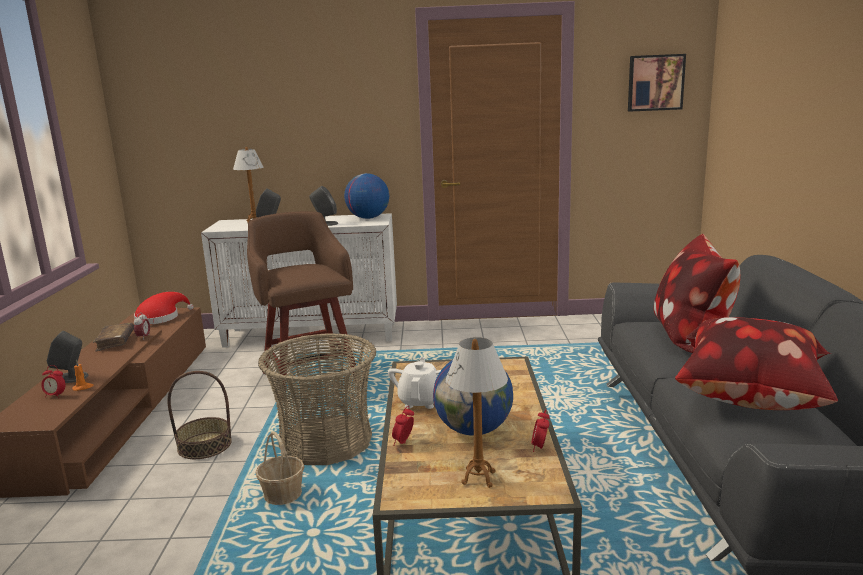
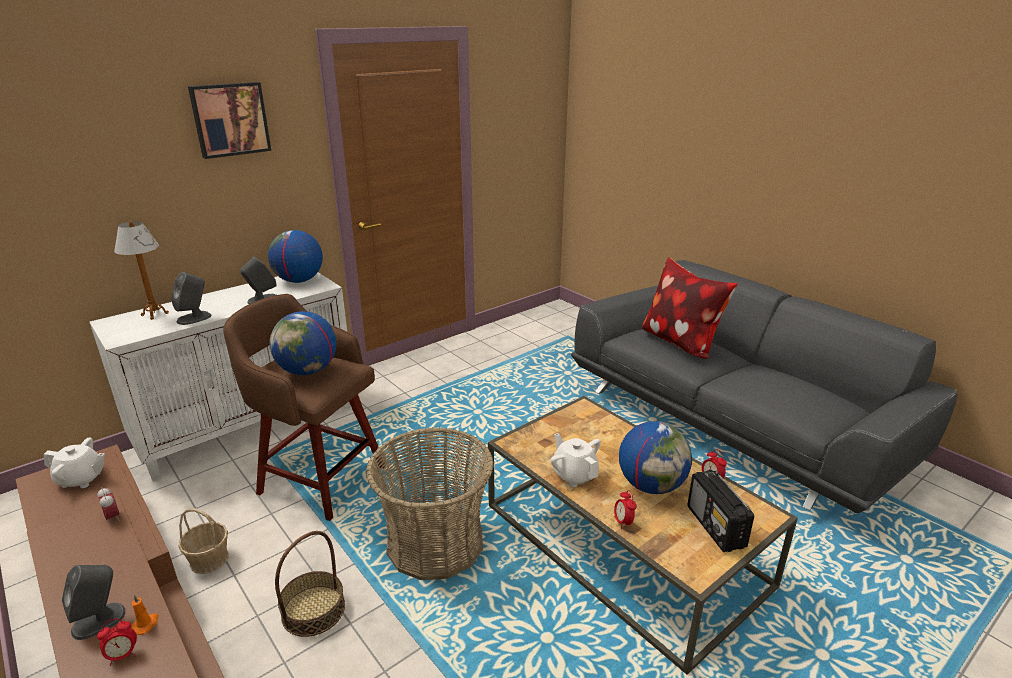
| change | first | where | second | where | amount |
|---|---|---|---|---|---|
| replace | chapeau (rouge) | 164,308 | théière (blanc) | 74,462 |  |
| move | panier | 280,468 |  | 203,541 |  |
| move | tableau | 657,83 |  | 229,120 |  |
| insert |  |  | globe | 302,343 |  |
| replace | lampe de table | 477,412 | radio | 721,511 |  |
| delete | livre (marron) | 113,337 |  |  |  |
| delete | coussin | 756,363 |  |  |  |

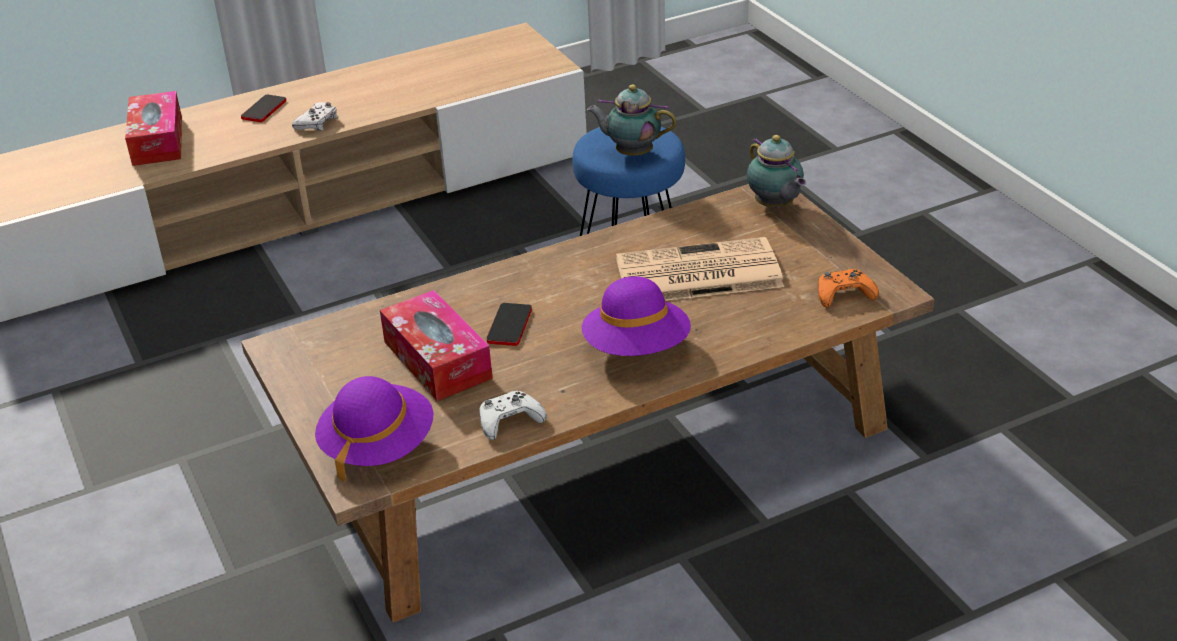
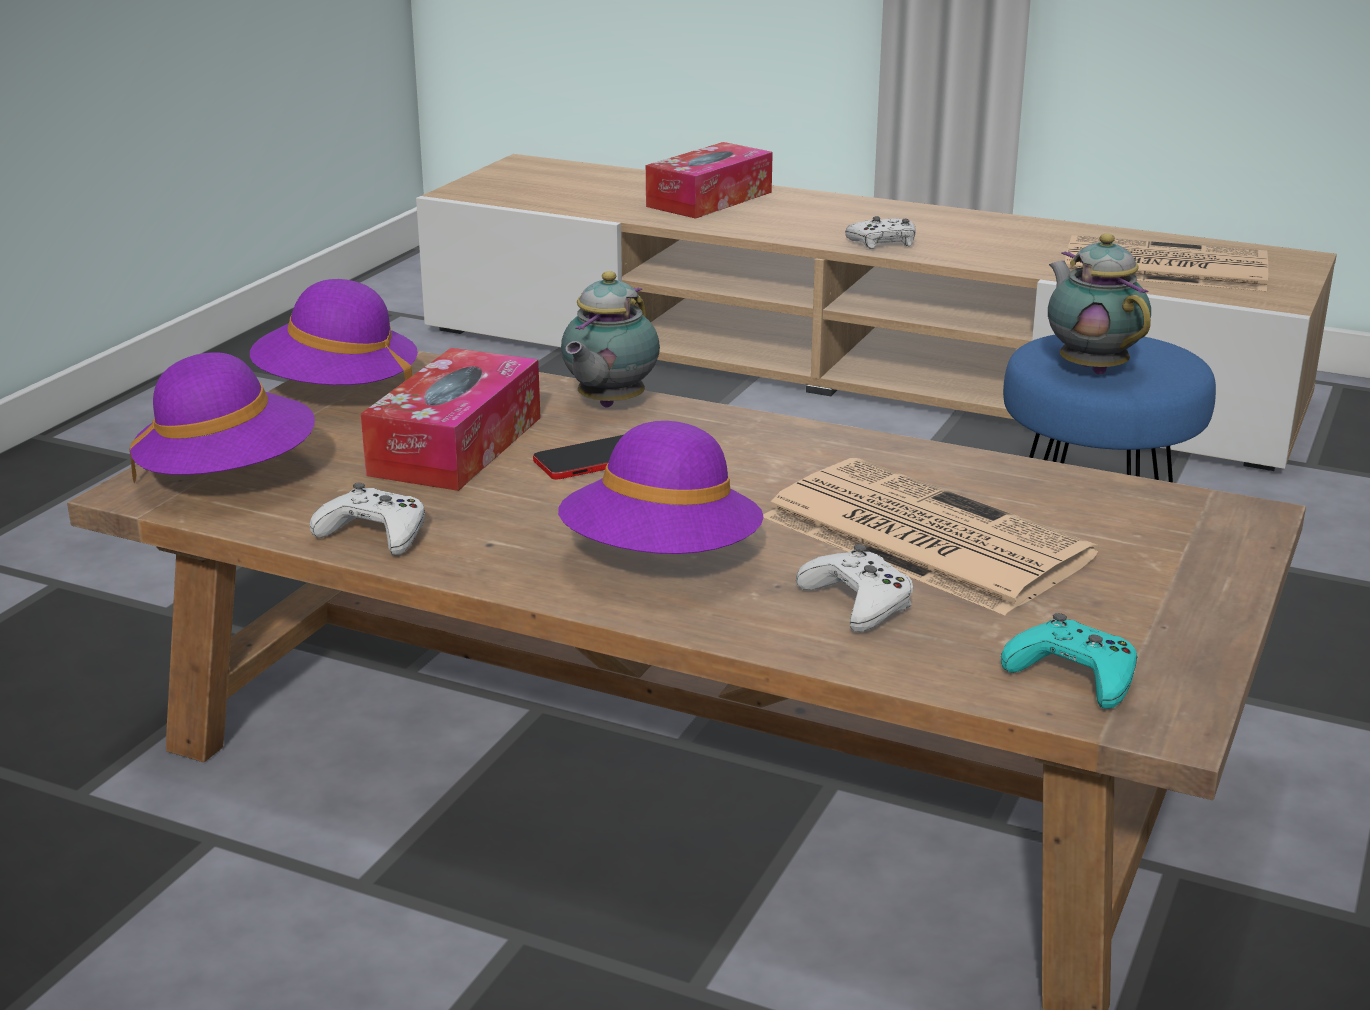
| change | first | where | second | where | amount |
|---|---|---|---|---|---|
| insert |  |  | chapeau (violet) | 334,332 |  |
| move | théière | 776,171 |  | 610,339 |  |
| insert |  |  | manette (blanc) | 854,588 |  |
| recolor | manette (orange) | 848,288 | manette (turquoise) | 1069,661 |  |
| insert |  |  | journal | 1166,263 |  |
| delete | téléphone | 263,108 |  |  |  |

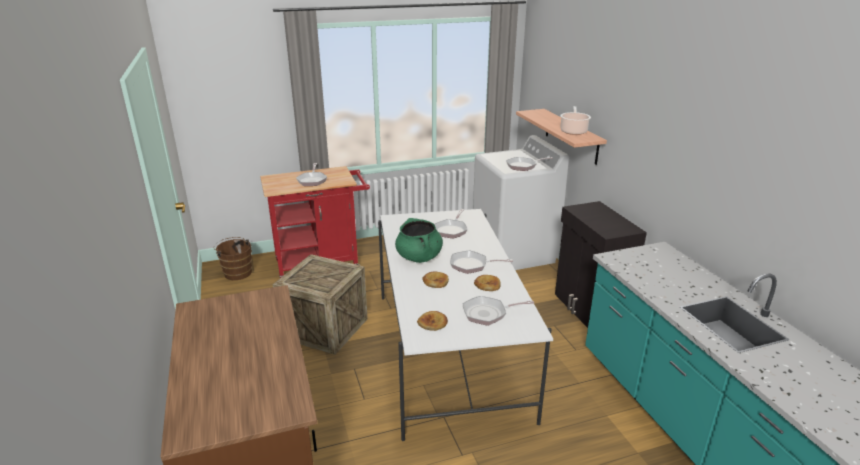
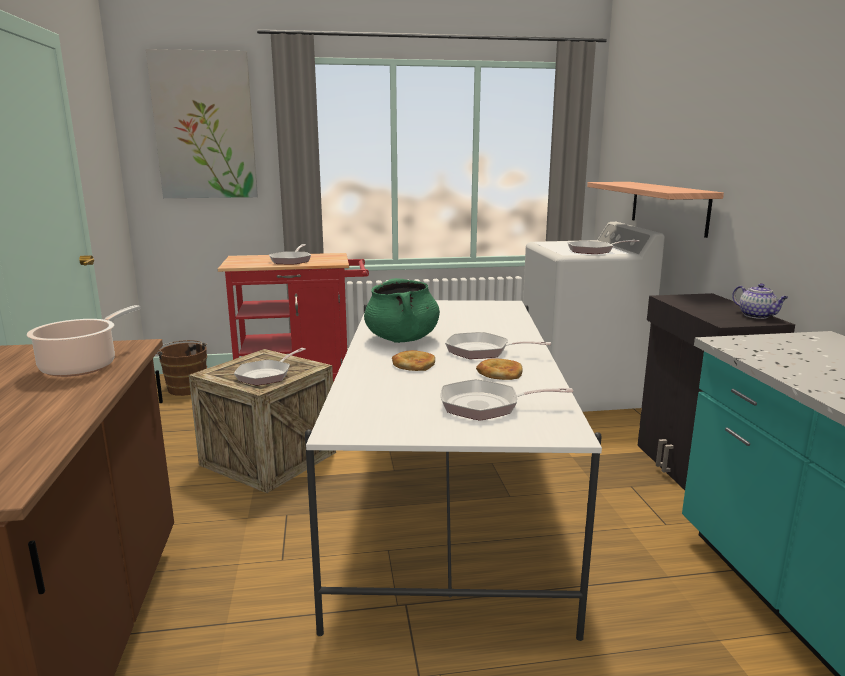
| change | first | where | second | where | amount |
|---|---|---|---|---|---|
| move | marmite | 575,120 |  | 83,341 |  |
| insert |  |  | tableau | 202,123 |  |
| move | poêle | 451,223 |  | 270,366 |  |
| insert |  |  | théière | 760,301 |  |
| delete | pain | 432,321 |  |  |  |

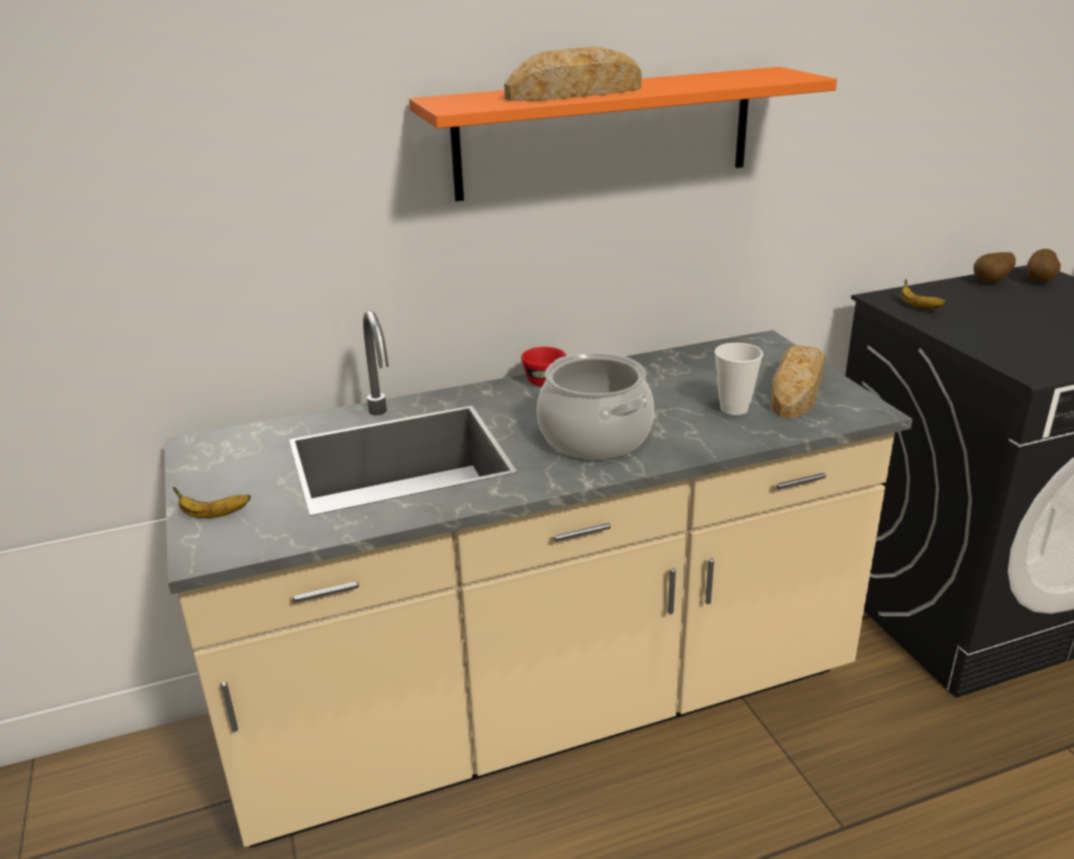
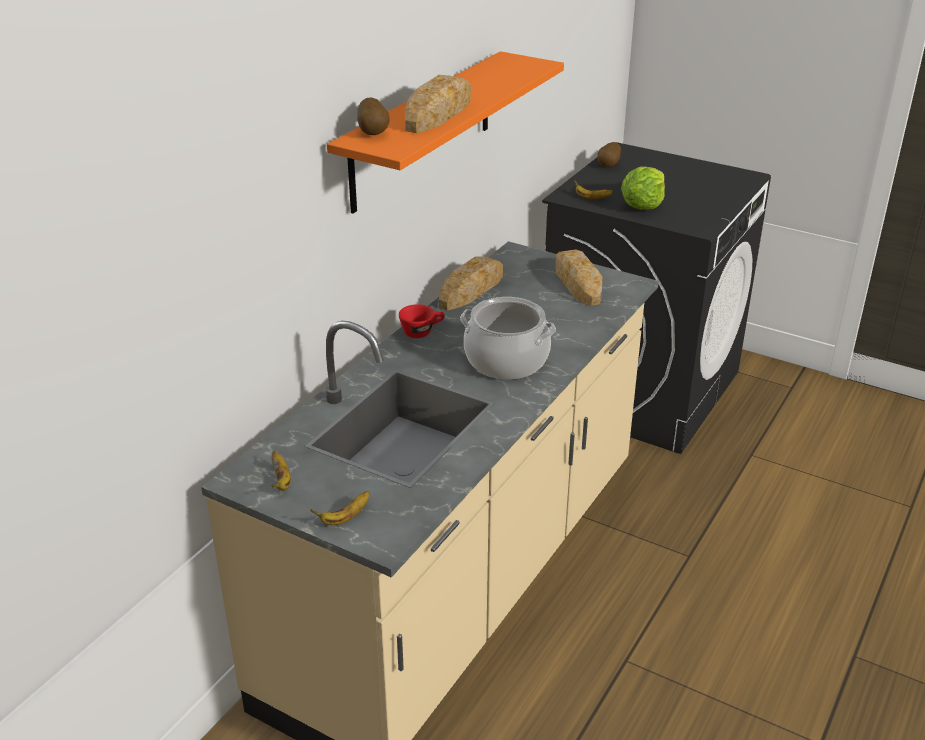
| change | first | where | second | where | amount |
|---|---|---|---|---|---|
| insert |  |  | banane | 281,471 |  |
| move | pomme de terre | 1044,265 |  | 373,116 |  |
| insert |  |  | pain | 471,283 |  |
| insert |  |  | laitue | 643,188 |  |
| delete | tasse | 739,379 |  |  |  |

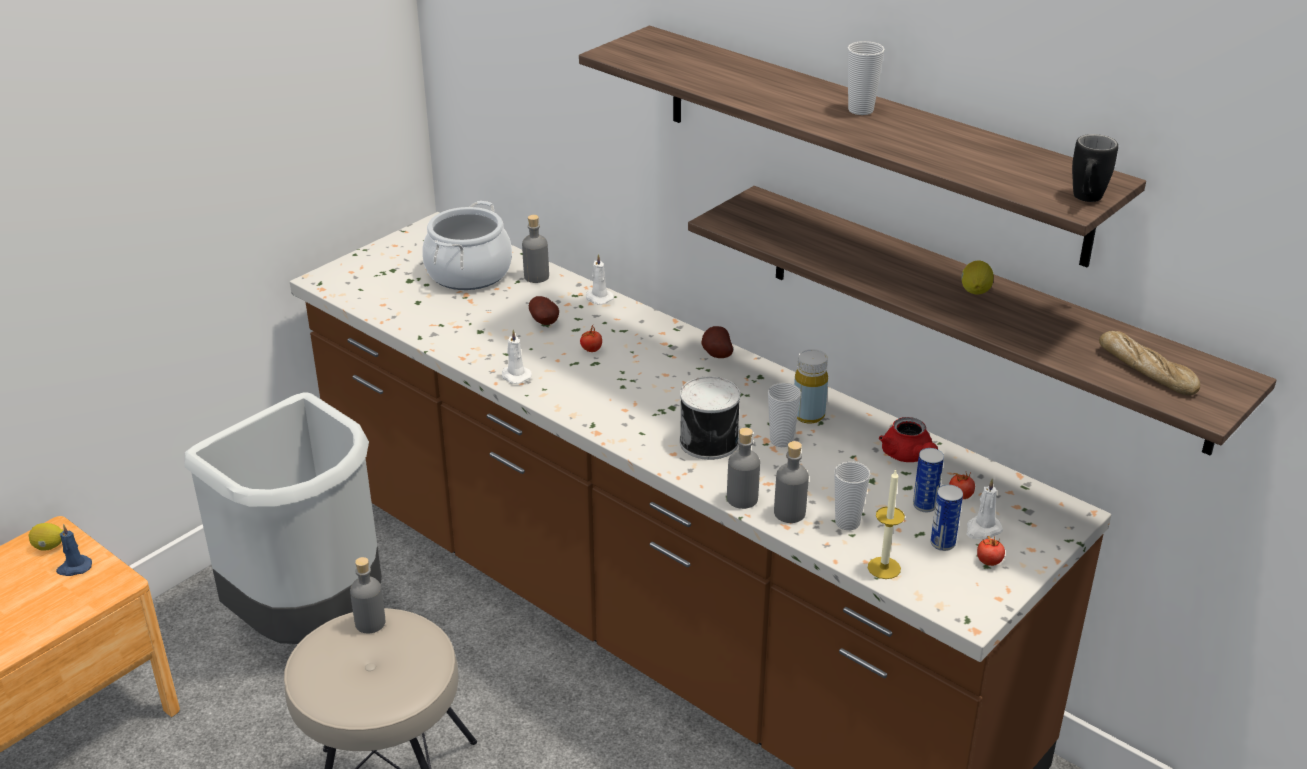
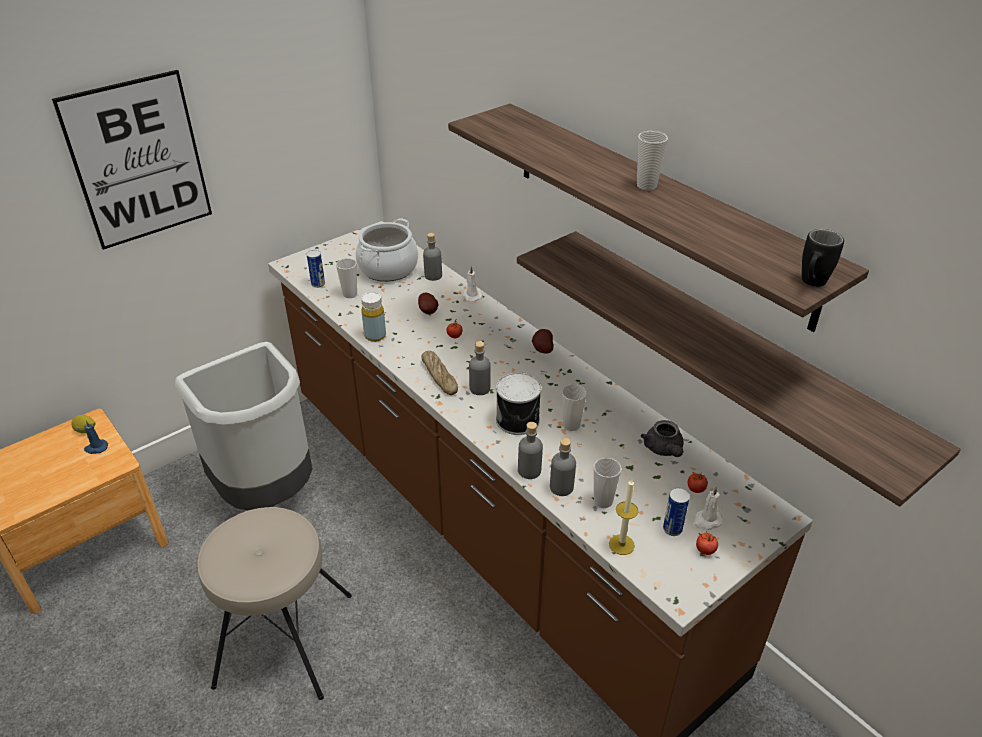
| change | first | where | second | where | amount |
|---|---|---|---|---|---|
| insert |  |  | tableau | 132,160 |  |
| move | boîte métallique | 928,480 |  | 316,269 |  |
| insert |  |  | tasse | 346,278 |  |
| move | bouteille (jaune) | 811,386 |  | 373,317 |  |
| move | pain | 1149,363 |  | 439,373 |  |
| move | bouteille (gris) | 367,595 |  | 480,368 |  |
| recolor | théière (rouge) | 908,439 | théière (gris) | 662,438 |  |
| delete | bougie (blanc) | 516,357 |  |  |  |
| delete | citron | 977,277 |  |  |  |

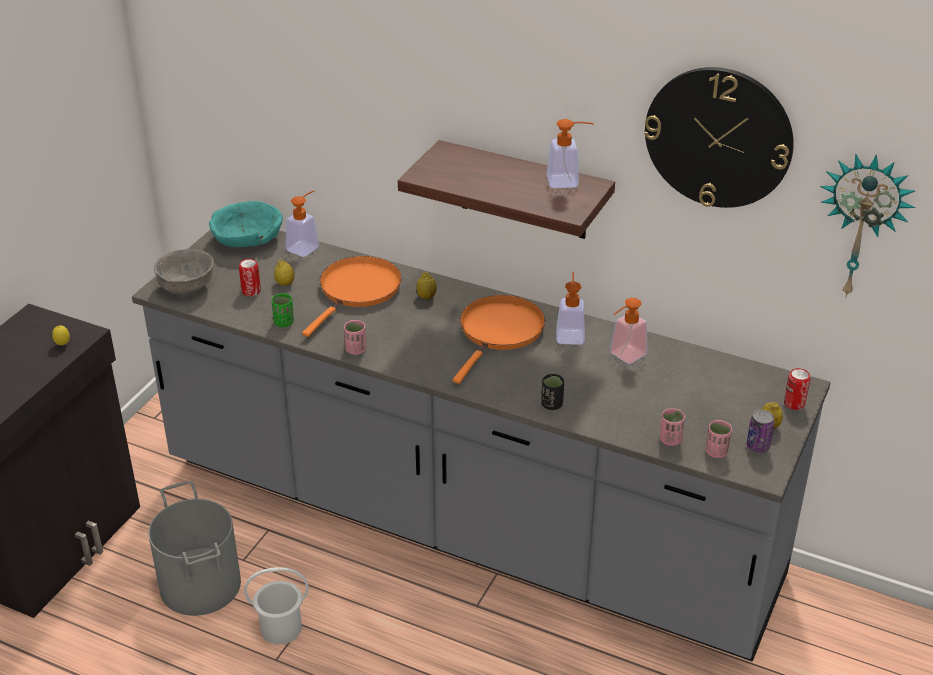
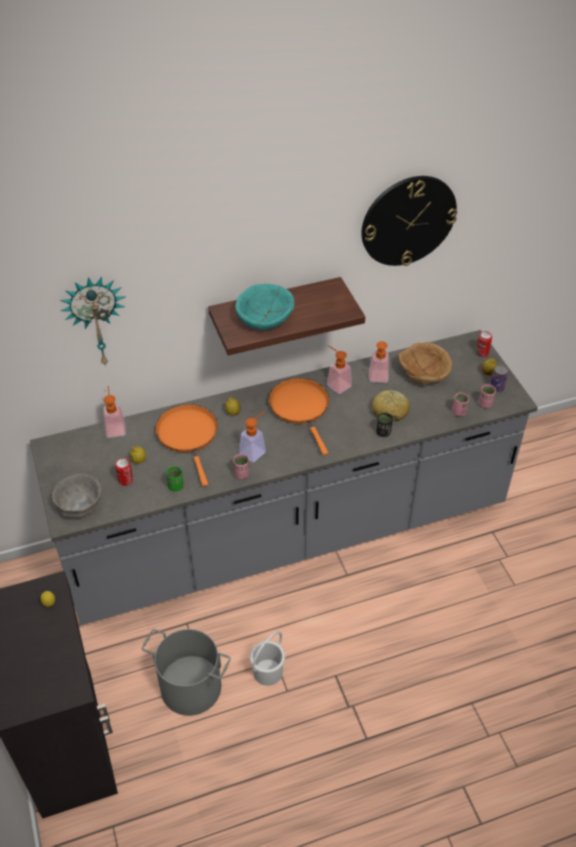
| change | first | where | second | where | amount |
|---|---|---|---|---|---|
| move | horloge murale | 867,226 |  | 92,321 |  |
| move | bol (turquoise) | 246,224 |  | 264,307 |  |
| move | distributeur de savon | 570,153 |  | 252,436 |  |
| insert |  |  | pain | 391,405 |  |
| insert |  |  | bol (marron) | 425,363 |  |

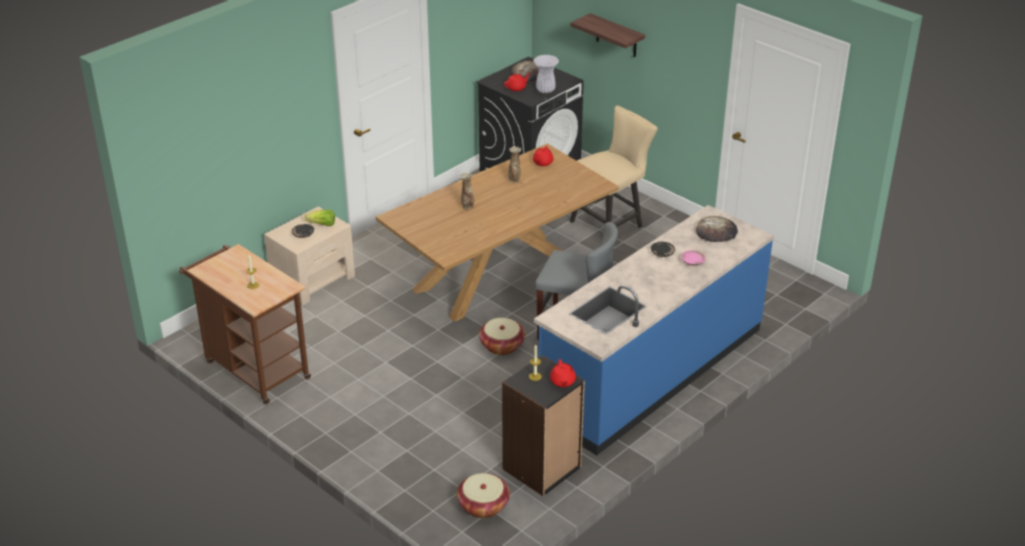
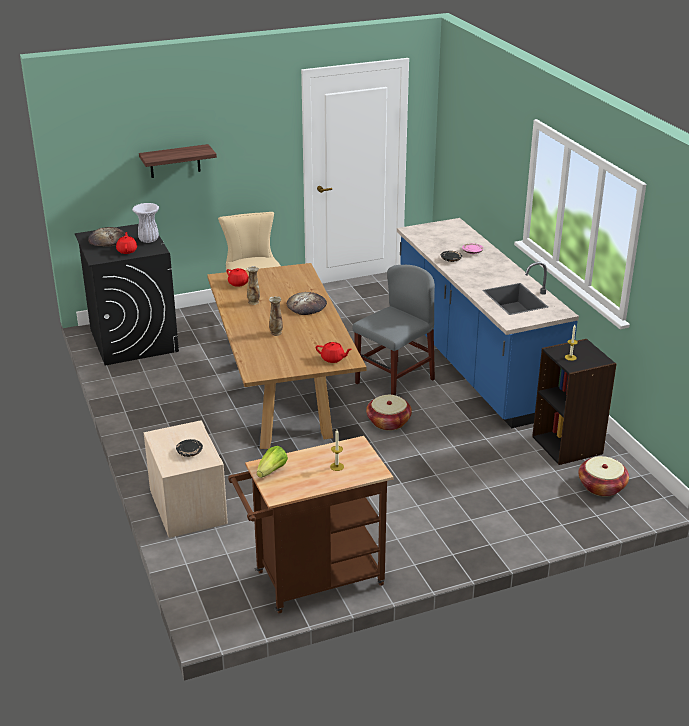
| change | first | where | second | where | amount |
|---|---|---|---|---|---|
| move | laitue | 320,217 |  | 272,462 |  |
| move | pain | 717,229 |  | 307,303 |  |
| move | théière (rouge) | 563,373 |  | 334,352 |  |

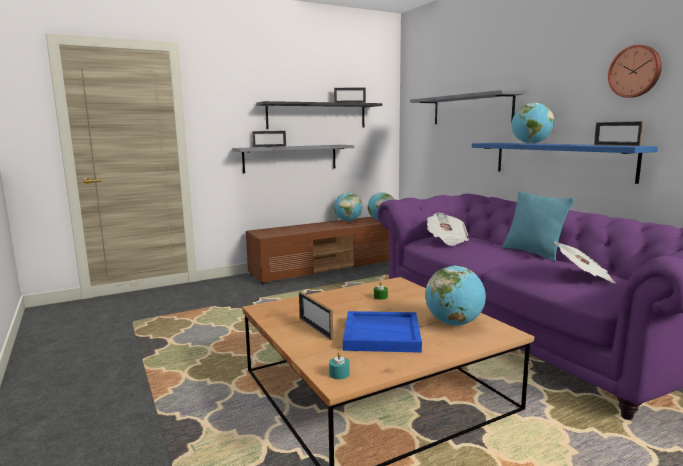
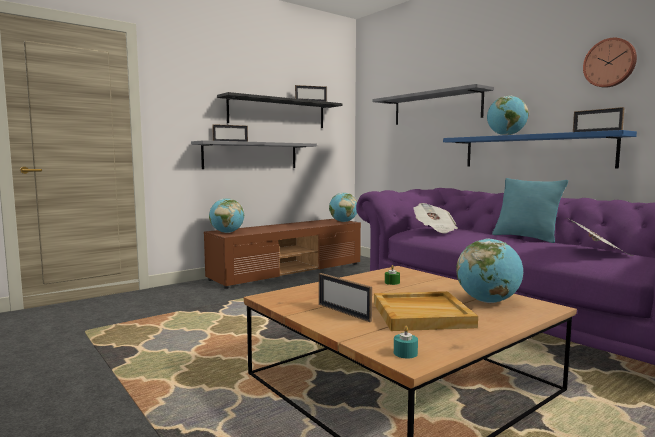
| change | first | where | second | where | amount |
|---|---|---|---|---|---|
| move | globe | 348,207 |  | 226,215 |  |
| recolor | plateau (bleu) | 382,332 | plateau (beige) | 426,311 |  |

